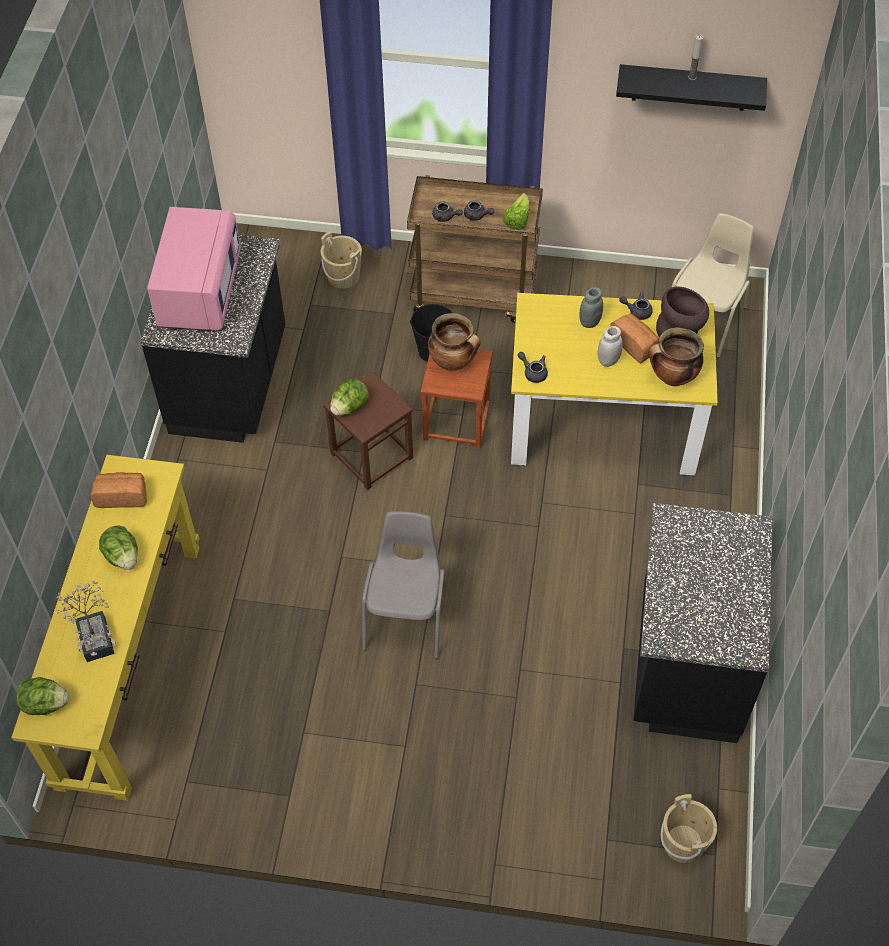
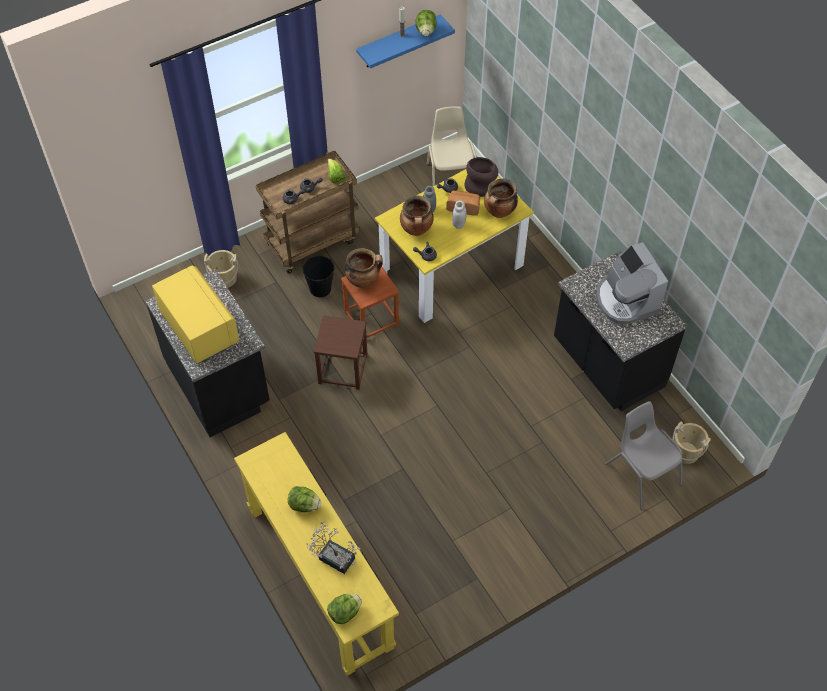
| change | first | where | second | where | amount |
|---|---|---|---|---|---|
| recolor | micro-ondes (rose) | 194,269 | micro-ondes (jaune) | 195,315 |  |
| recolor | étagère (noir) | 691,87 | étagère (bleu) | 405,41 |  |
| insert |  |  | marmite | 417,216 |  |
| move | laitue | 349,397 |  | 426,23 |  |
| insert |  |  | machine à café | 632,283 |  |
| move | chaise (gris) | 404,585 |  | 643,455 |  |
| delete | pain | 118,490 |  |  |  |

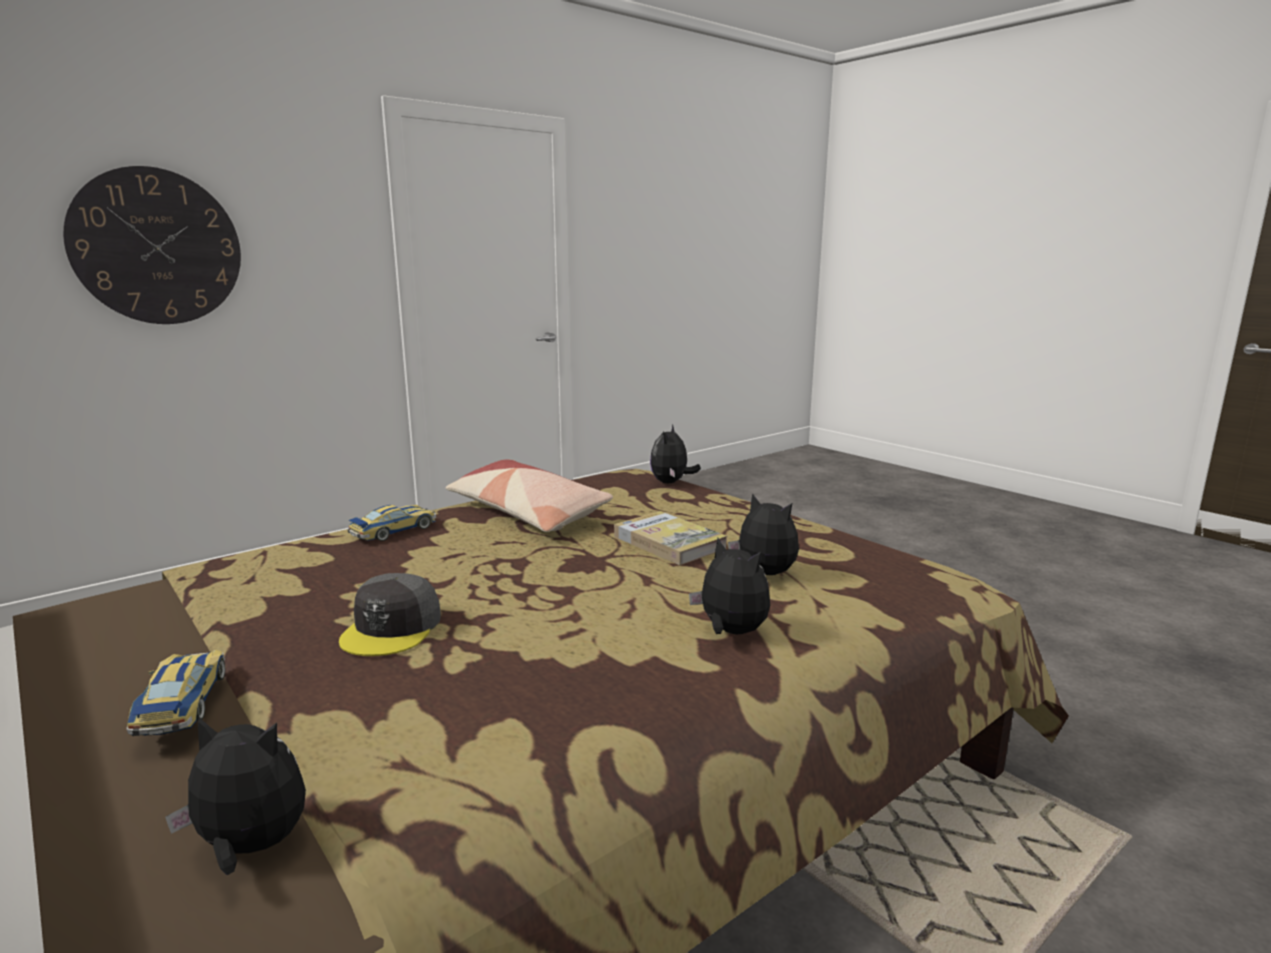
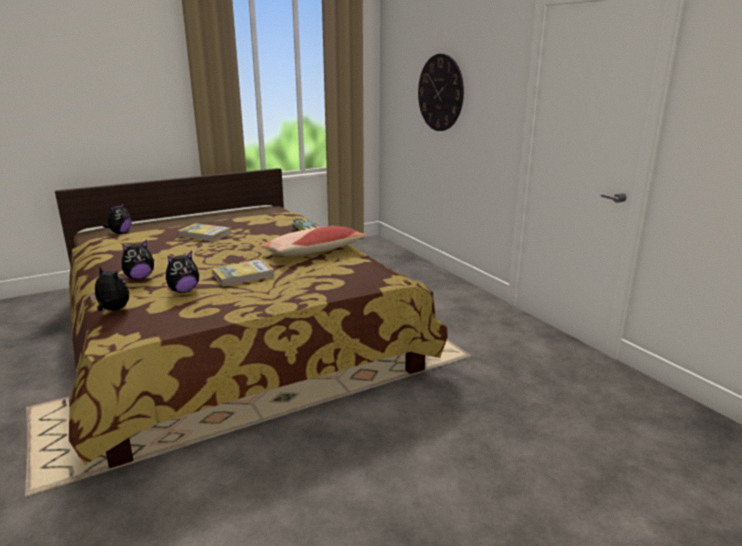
| change | first | where | second | where | amount |
|---|---|---|---|---|---|
| move | peluche | 675,453 |  | 109,289 |  |
| replace | casquette (gris) | 390,614 | livre | 204,232 |  |
| delete | petite voiture | 176,693 |  |  |  |

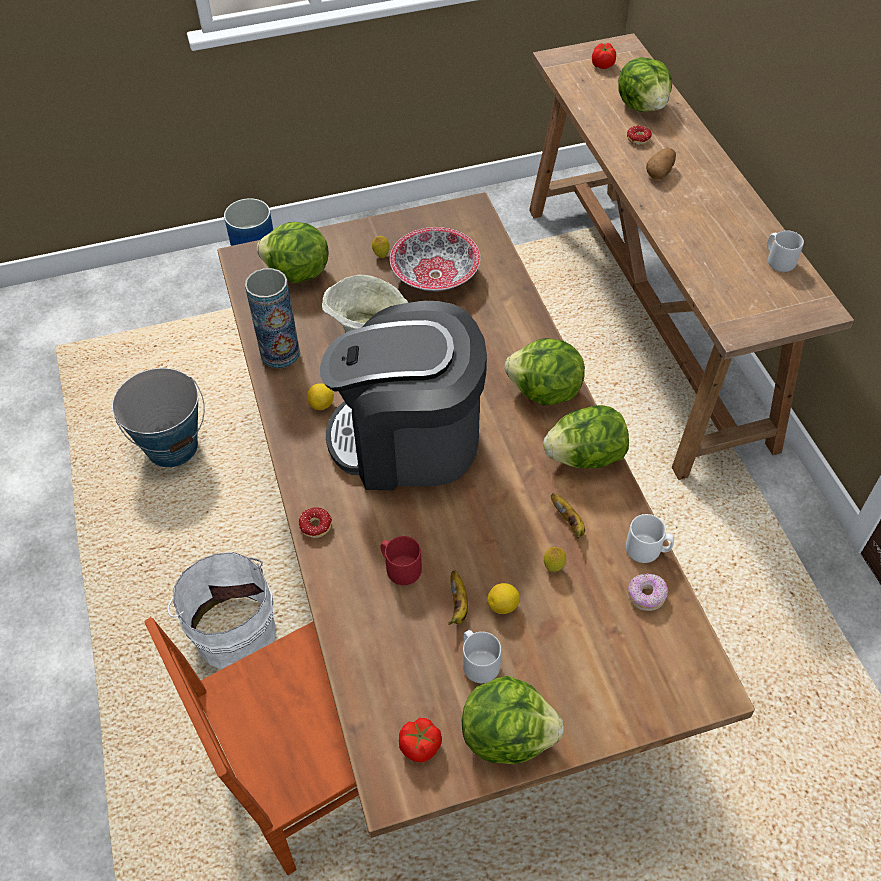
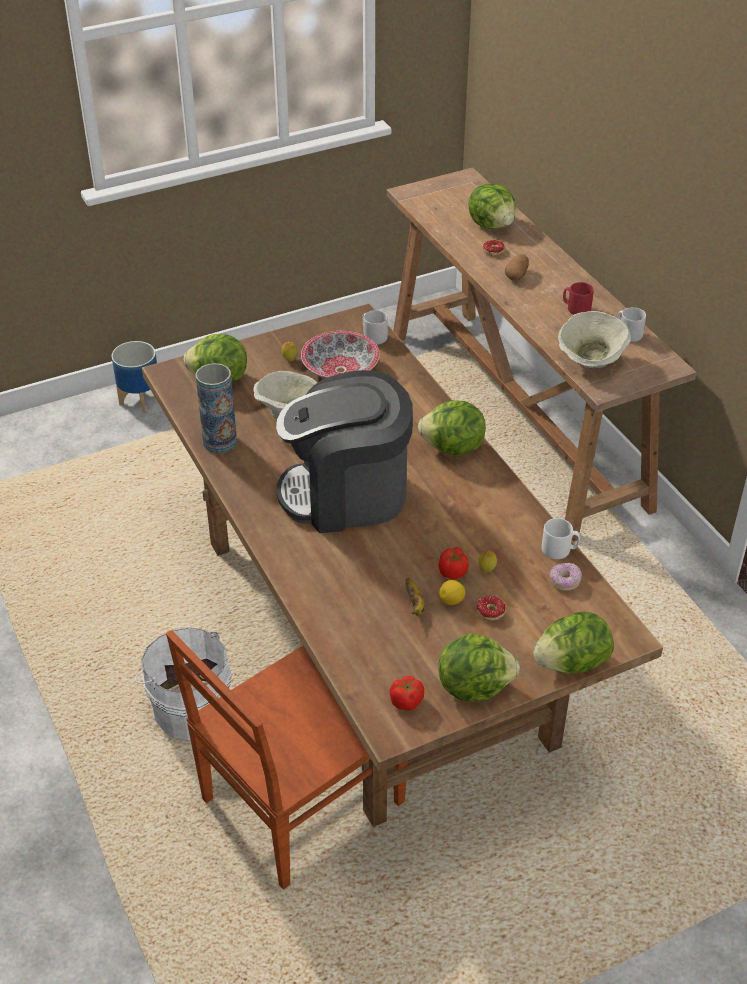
| change | first | where | second | where | amount |
|---|---|---|---|---|---|
| move | mug (gris) | 482,656 |  | 375,327 |  |
| move | tomate | 604,56 |  | 454,563 |  |
| move | beignet | 315,522 |  | 491,608 |  |
| move | laitue | 586,436 |  | 573,642 |  |
| insert |  |  | bol (beige) | 594,339 |  |
| move | mug (rouge) | 401,560 |  | 578,298 |  |
| delete | seau | 158,417 |  |  |  |
| delete | citron | 320,396 |  |  |  |
| delete | banane | 568,515 |  |  |  |

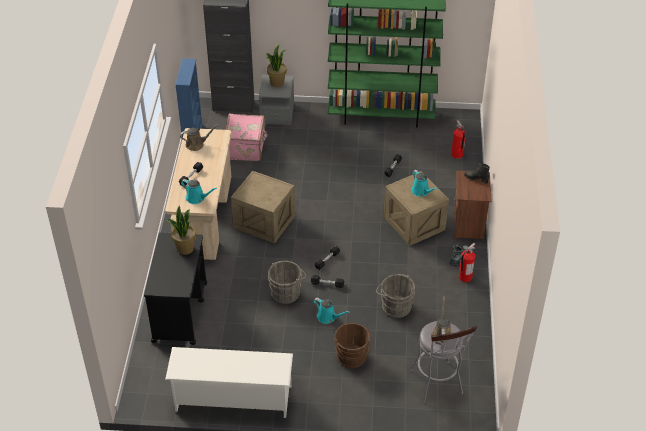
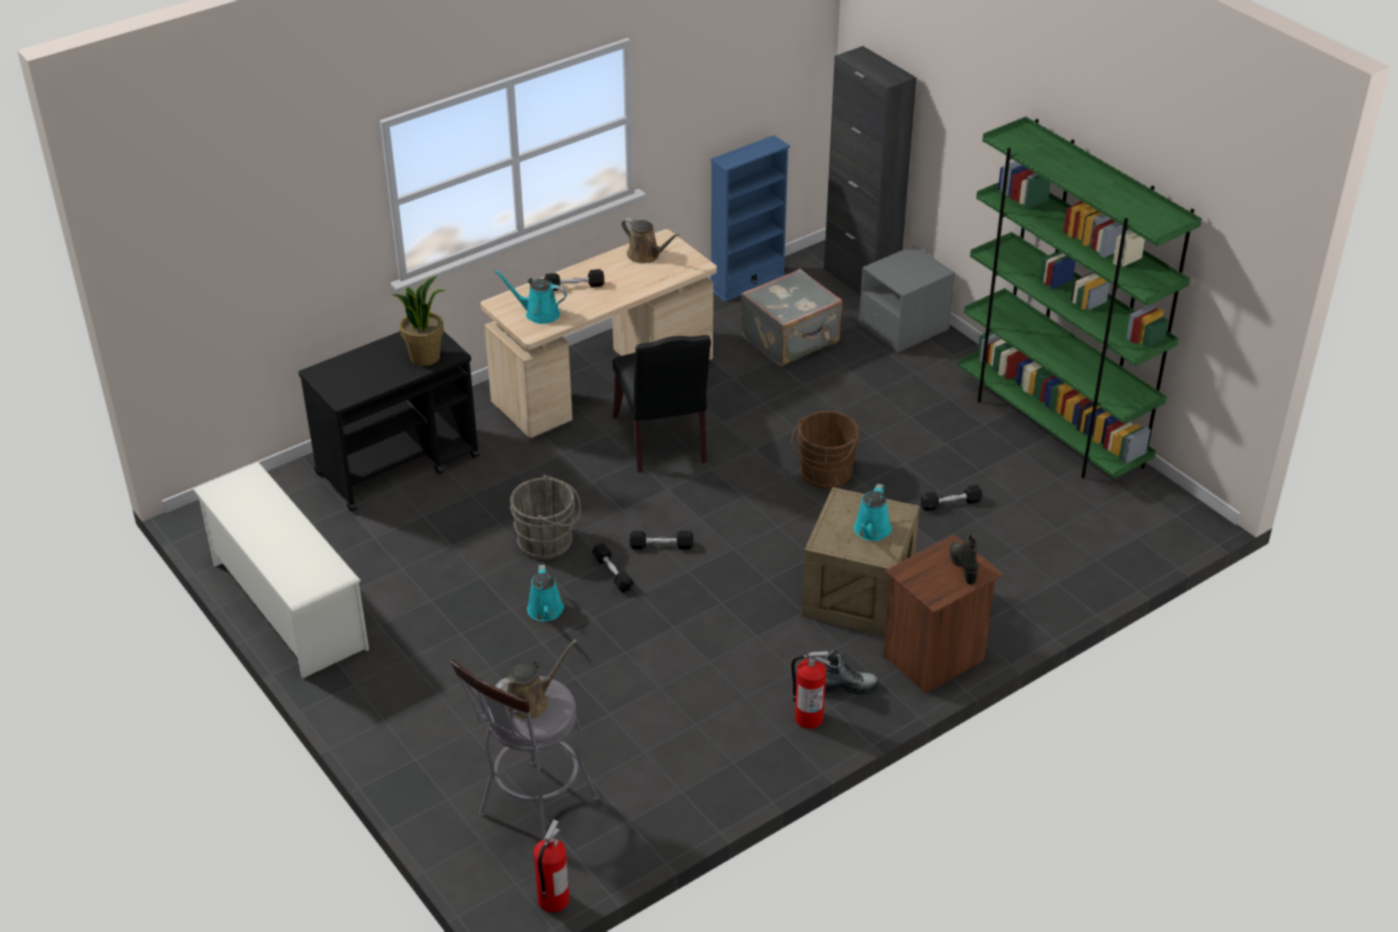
| change | first | where | second | where | amount |
|---|---|---|---|---|---|
| rotate | arrosoir (turquoise) | 199,191 |  | 530,297 | 120 degrees clockwise |
| move | extincteur | 458,139 |  | 551,866 |  |
| replace | caisse | 263,207 | chaise (noir) | 661,404 |  |
| recolor | valise (rose) | 246,137 | valise (gris) | 791,317 |  |
| move | seau (marron) | 354,345 |  | 825,450 |  |
| delete | plante en pot | 276,66 |  |  |  |
| delete | seau (gris) | 395,296 |  |  |  |

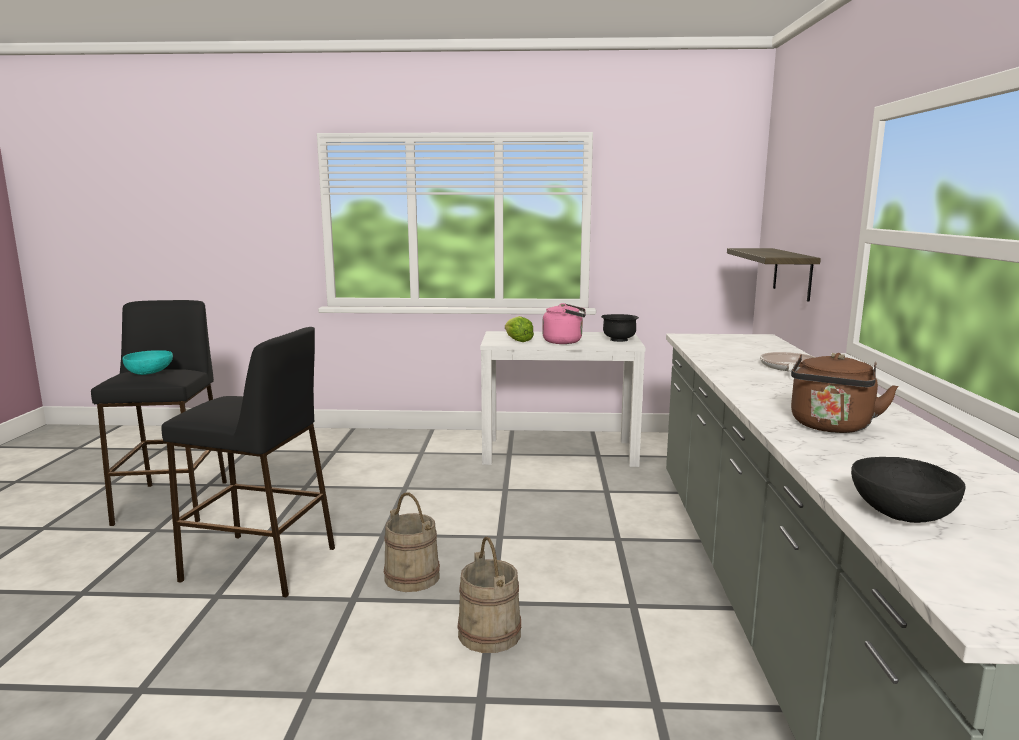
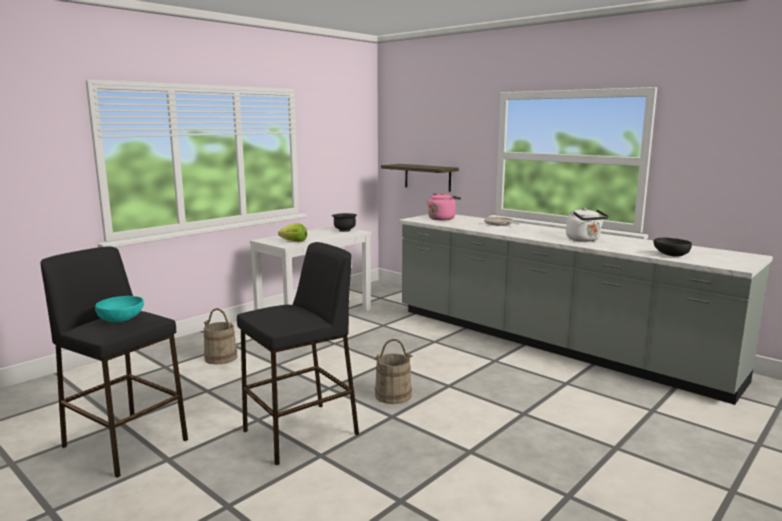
| change | first | where | second | where | amount |
|---|---|---|---|---|---|
| move | seau (beige) | 489,595 |  | 220,336 |  |
| move | bouilloire (rose) | 564,323 |  | 444,207 |  |
| recolor | bouilloire (marron) | 844,393 | bouilloire (blanc) | 587,225 |  |

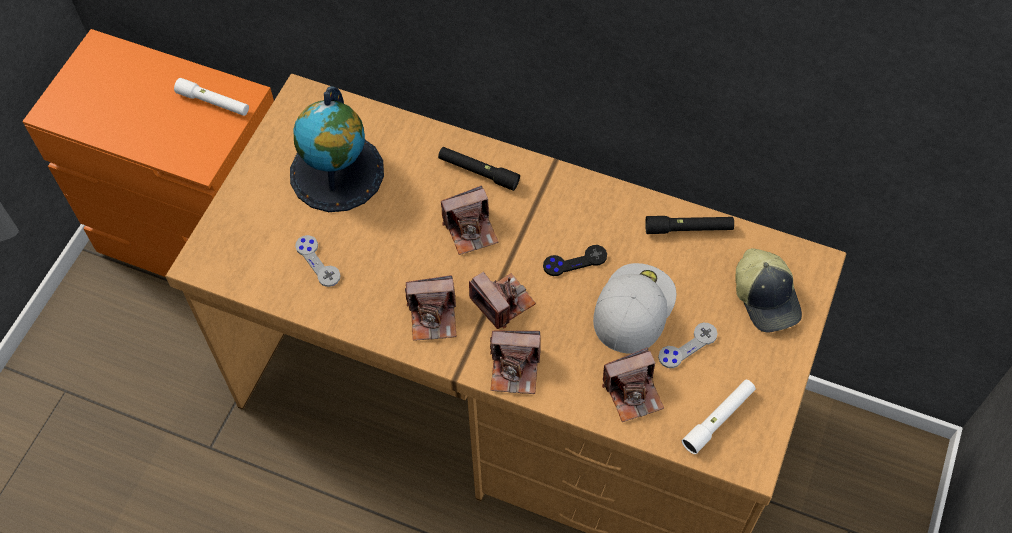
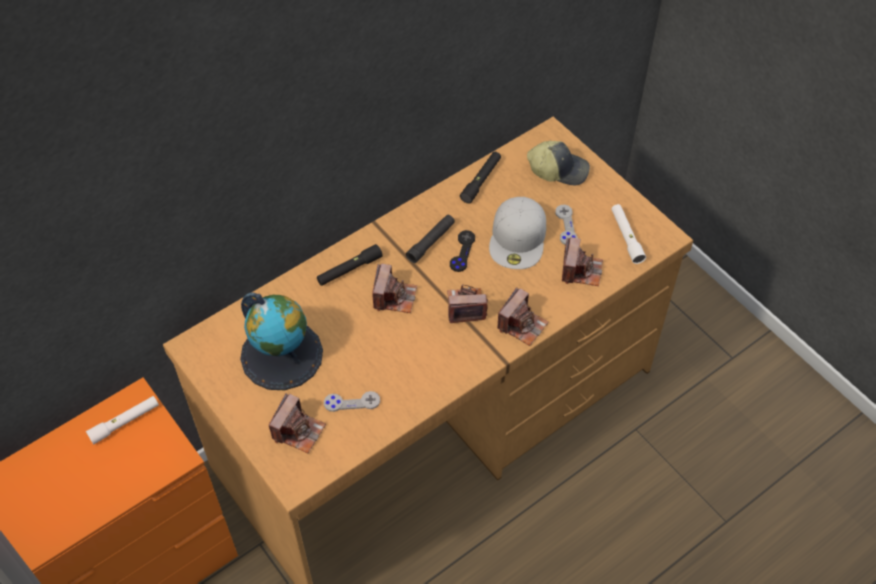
| change | first | where | second | where | amount |
|---|---|---|---|---|---|
| move | appareil photo | 430,308 |  | 297,423 |  |
| insert |  |  | lampe de poche (noir) | 430,239 |  |
| rotate | casquette (blanc) | 634,308 |  | 517,233 | 135 degrees counterclockwise |

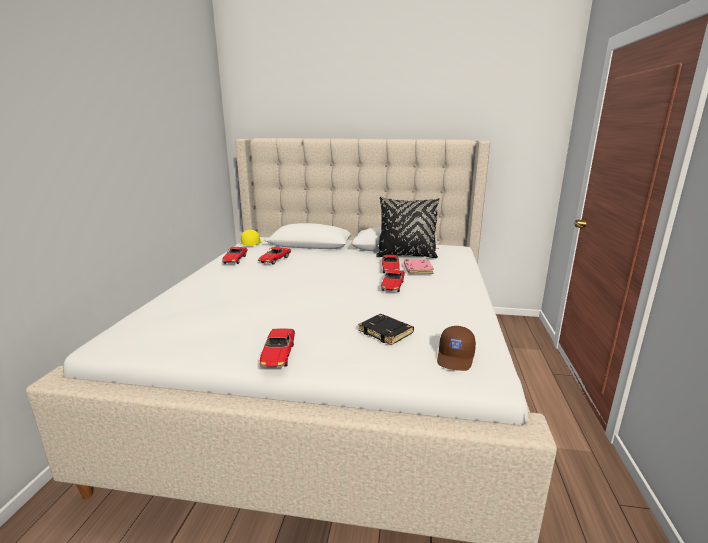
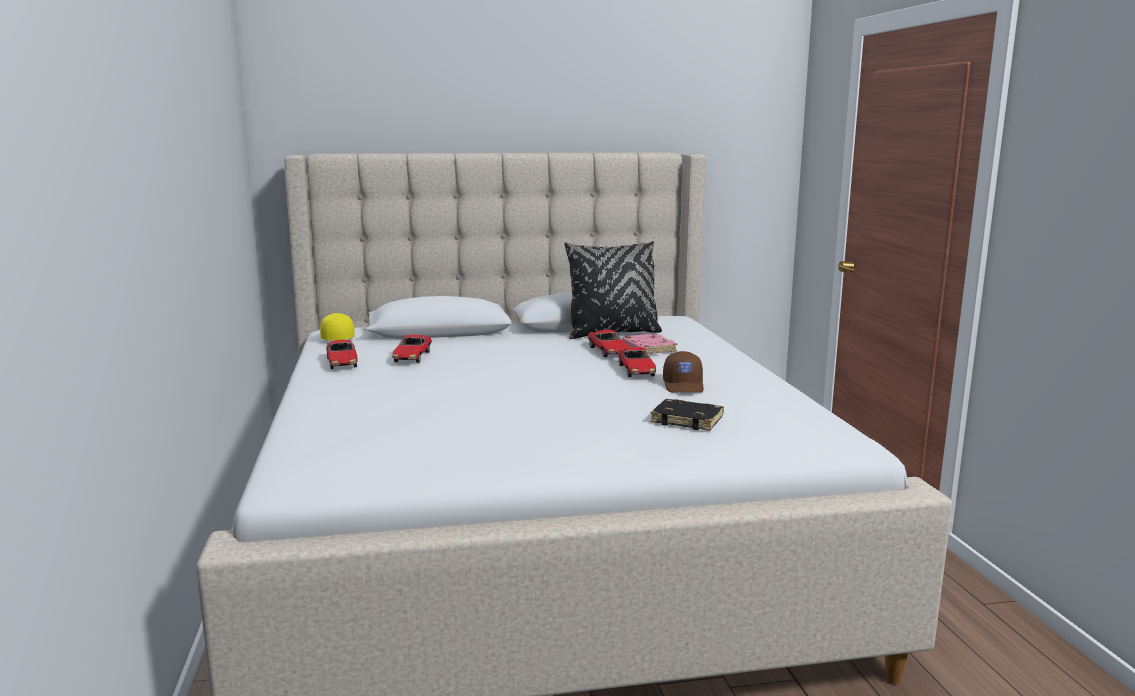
| change | first | where | second | where | amount |
|---|---|---|---|---|---|
| move | casquette (marron) | 456,348 |  | 683,372 |  |
| delete | petite voiture | 277,348 |  |  |  |

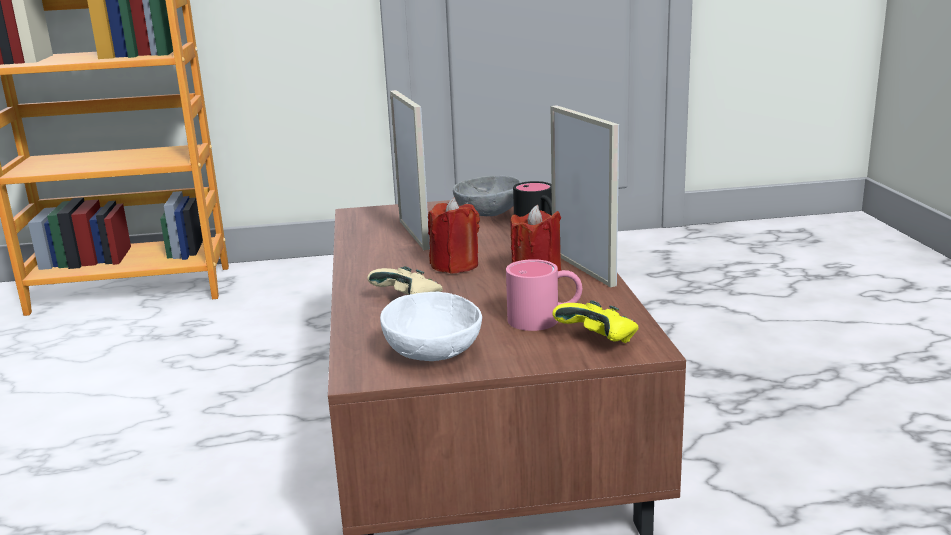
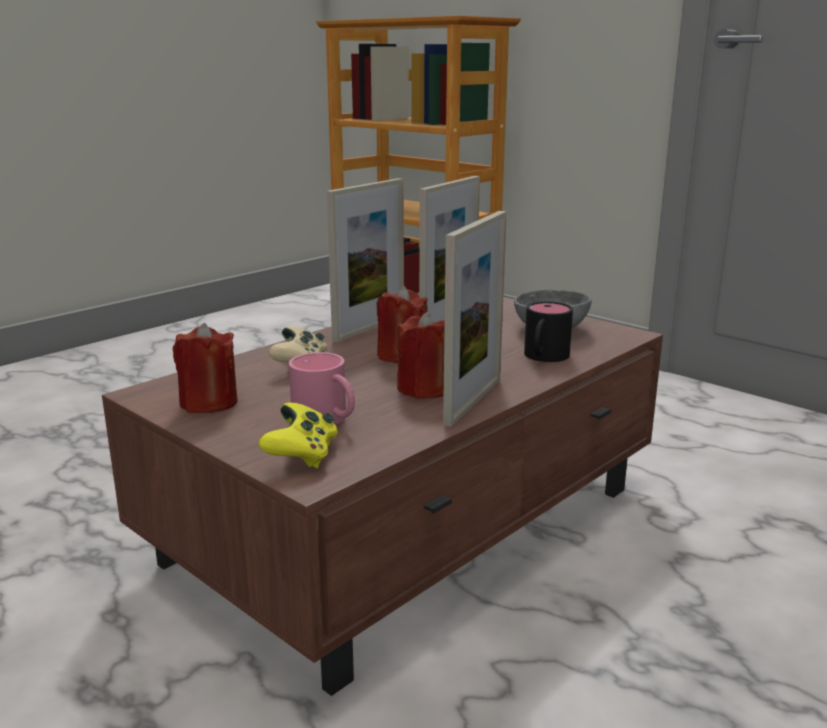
| change | first | where | second | where | amount |
|---|---|---|---|---|---|
| replace | bol (blanc) | 431,326 | bougie (rouge) | 205,368 |  |
| insert |  |  | cadre photo | 365,260 |  |

